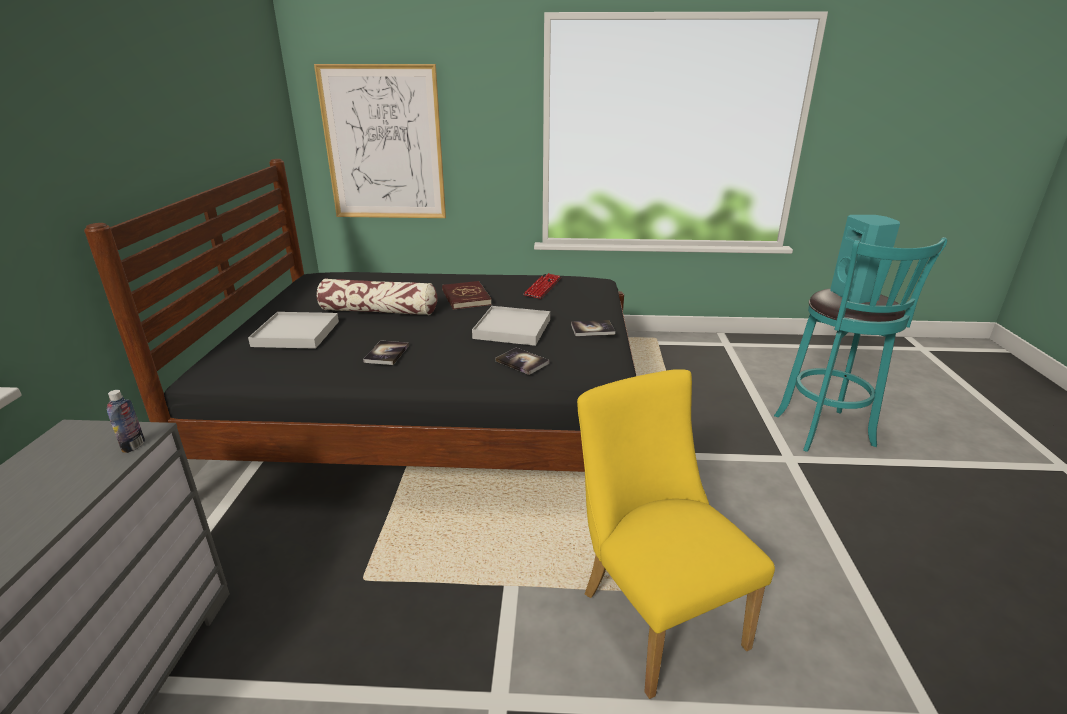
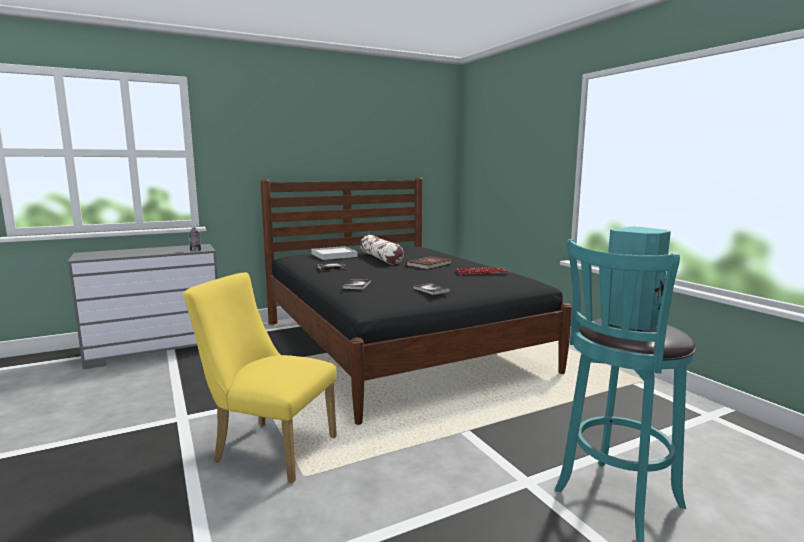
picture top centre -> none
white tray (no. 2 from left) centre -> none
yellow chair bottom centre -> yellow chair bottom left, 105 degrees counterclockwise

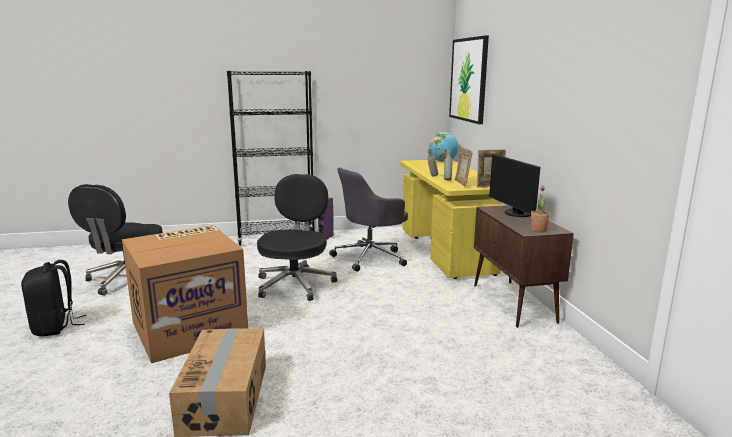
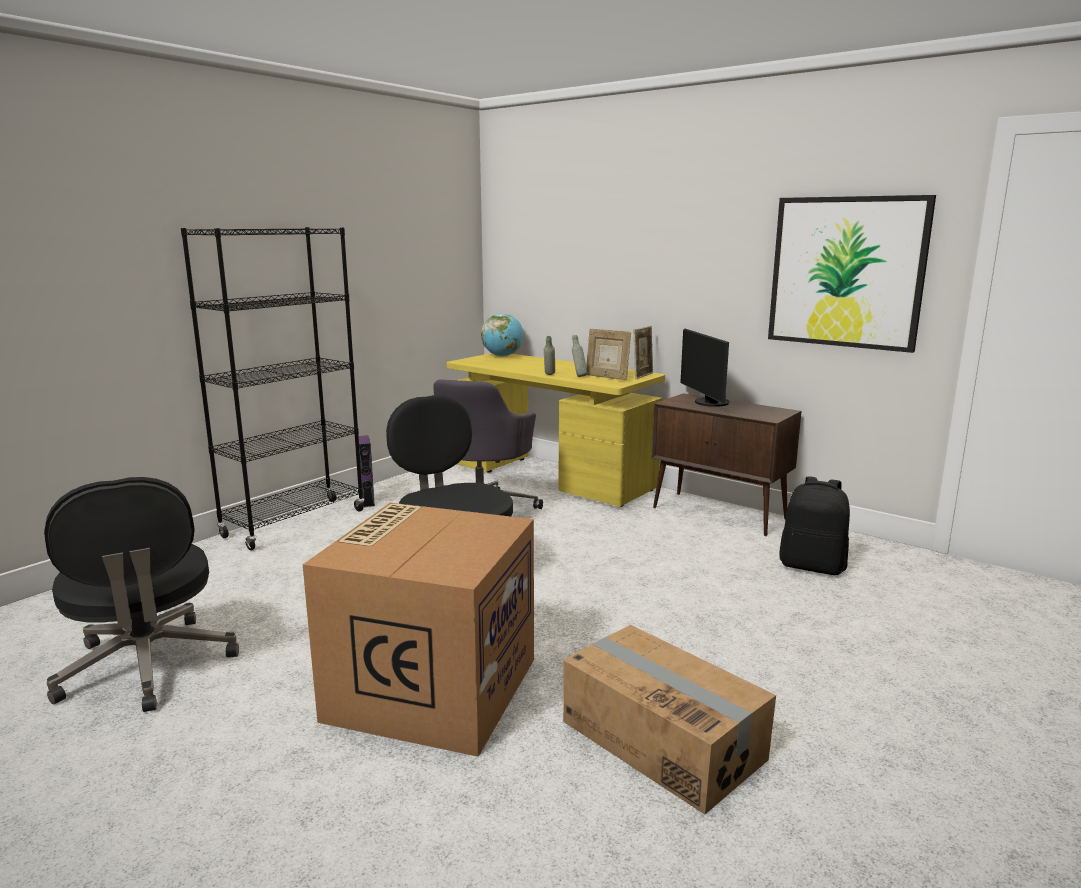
potted plant middle right -> none
black backpack bottom left -> black backpack middle right, relocated
picture top centre -> picture top right, relocated
monitor middle right -> monitor centre, 45 degrees clockwise

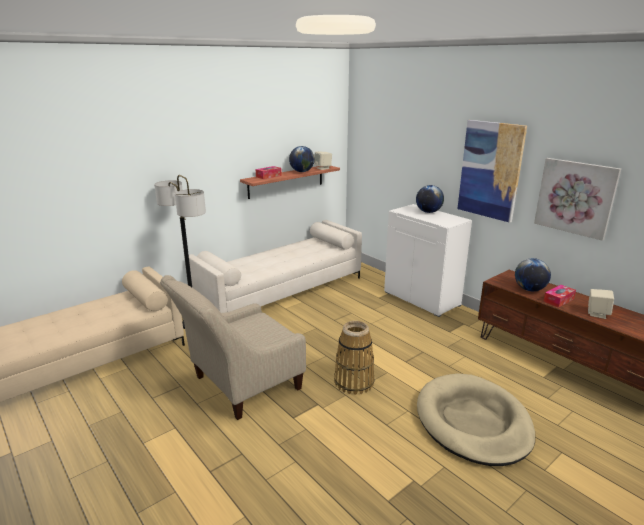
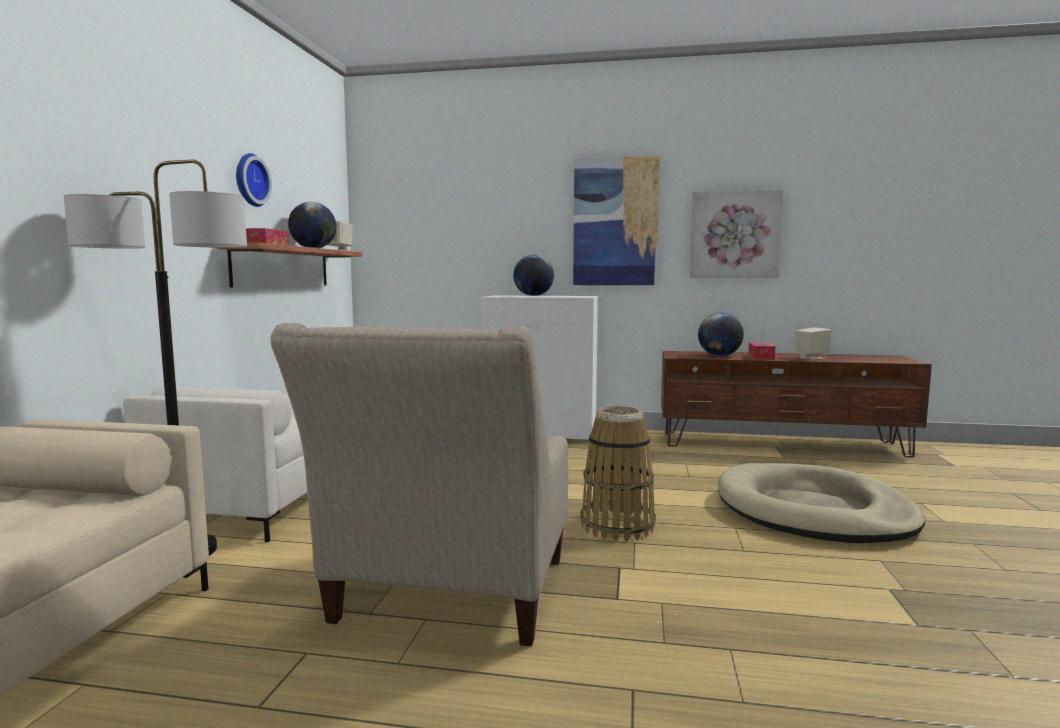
none -> wall clock top left

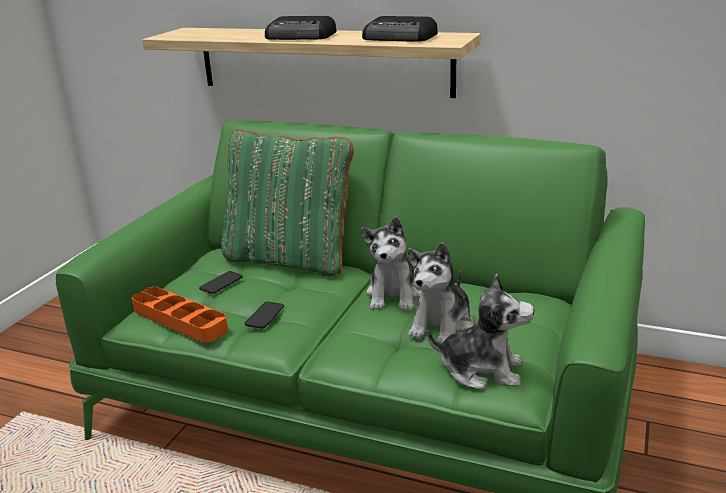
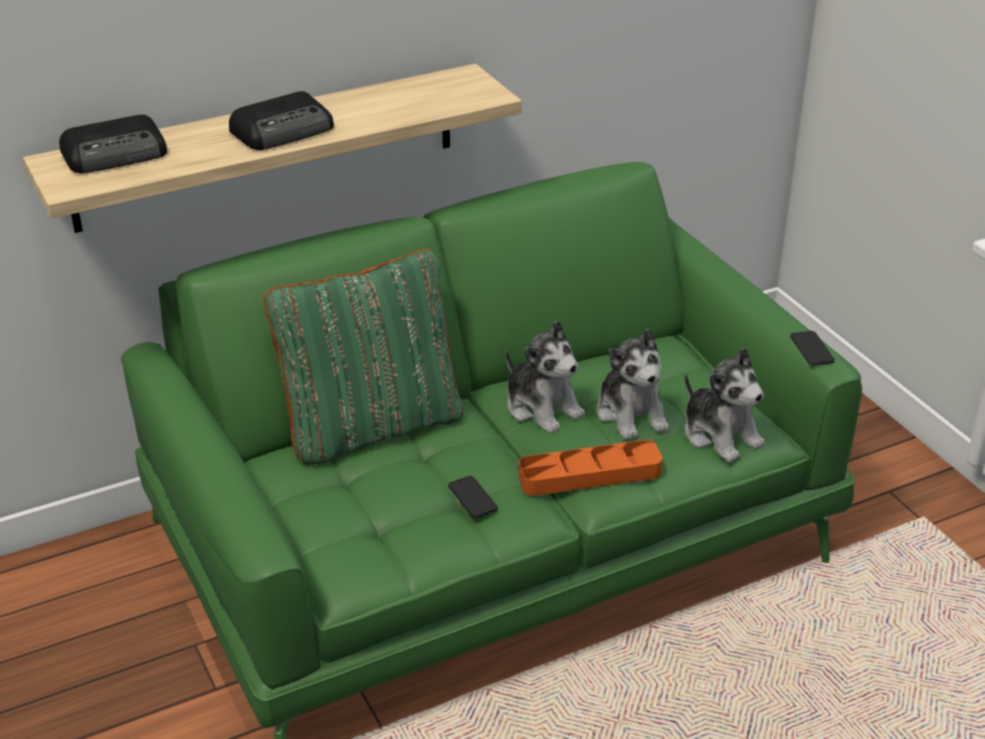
orange tray middle left -> orange tray centre, relocated
phone (no. 1 from left in the first image) middle left -> phone (no. 2 from left) middle right, relocated
radio (no. 2 from left in the first image) top centre -> radio (no. 1 from left) top left, relocated
plush toy (no. 3 from left) bottom centre -> plush toy (no. 3 from left) middle right, 90 degrees clockwise

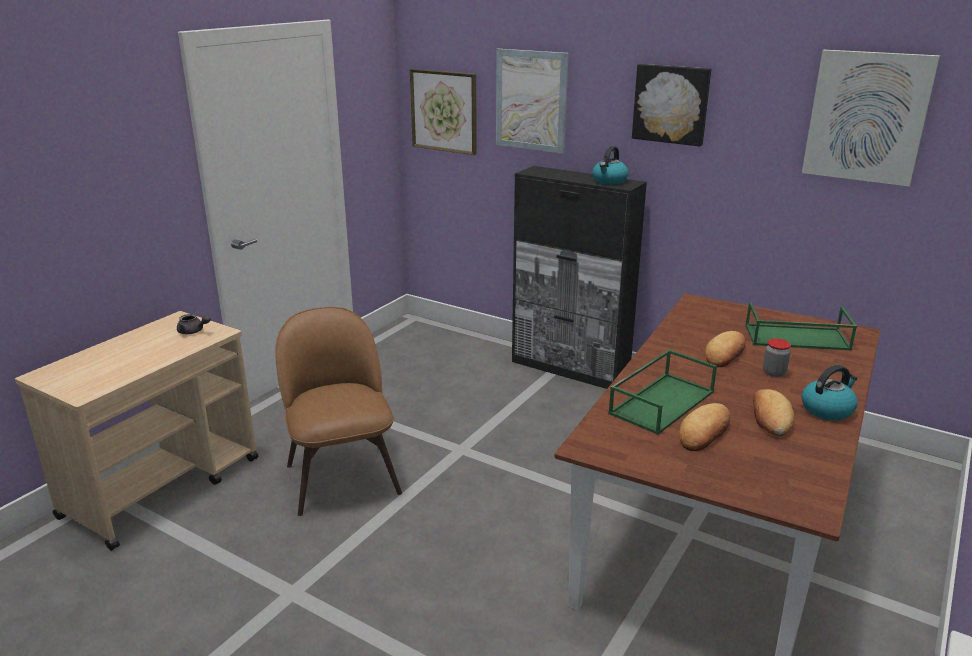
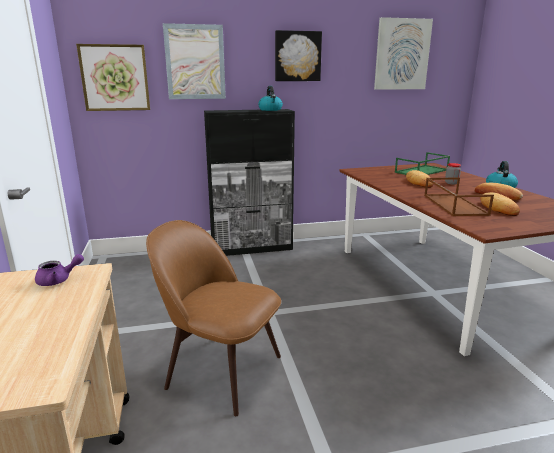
grey teapot middle left -> purple teapot middle left
green tray (no. 1 from left) middle right -> brown tray middle right

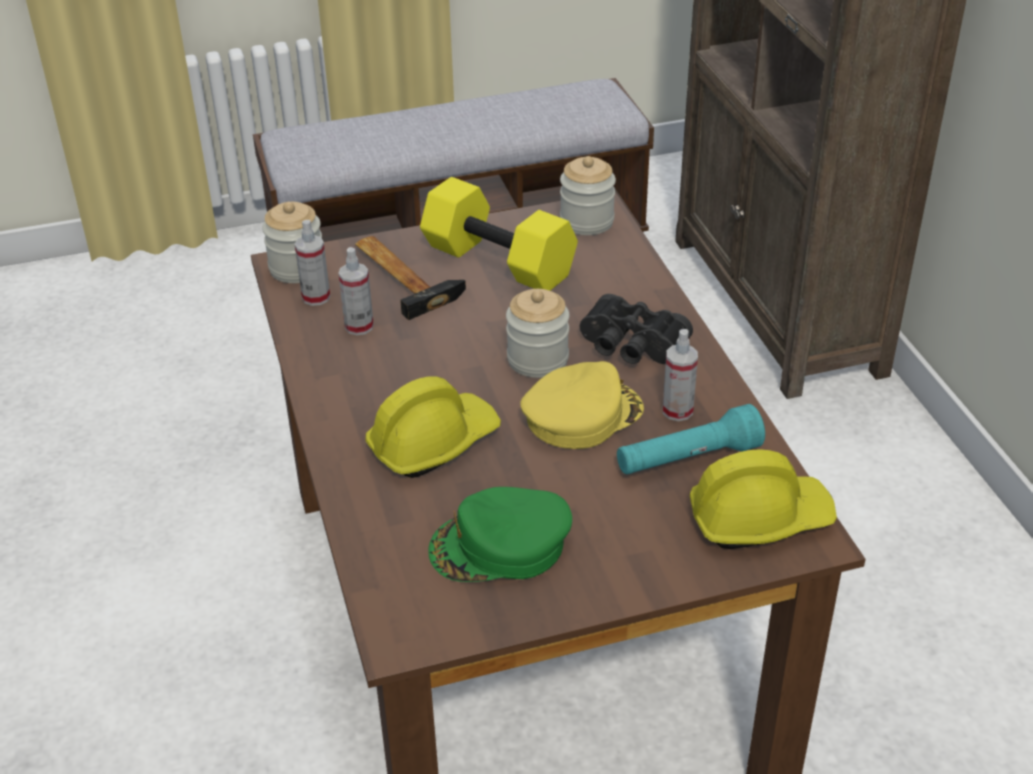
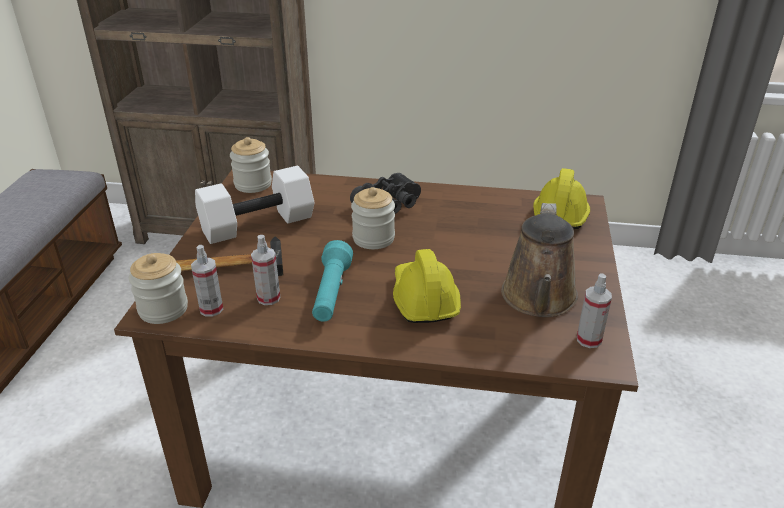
yellow cap centre -> none
turquoise flashlight middle right -> turquoise flashlight centre, relocated
spray bottle (no. 3 from left) centre -> spray bottle (no. 3 from left) middle right, relocated
green cap bottom centre -> brown watering can middle right
yellow dumbbell top centre -> white dumbbell middle left

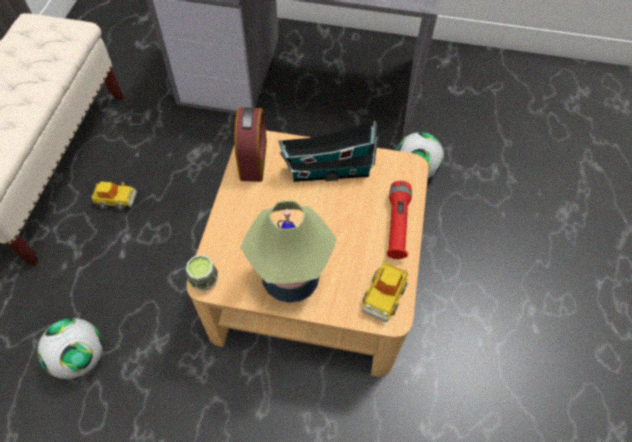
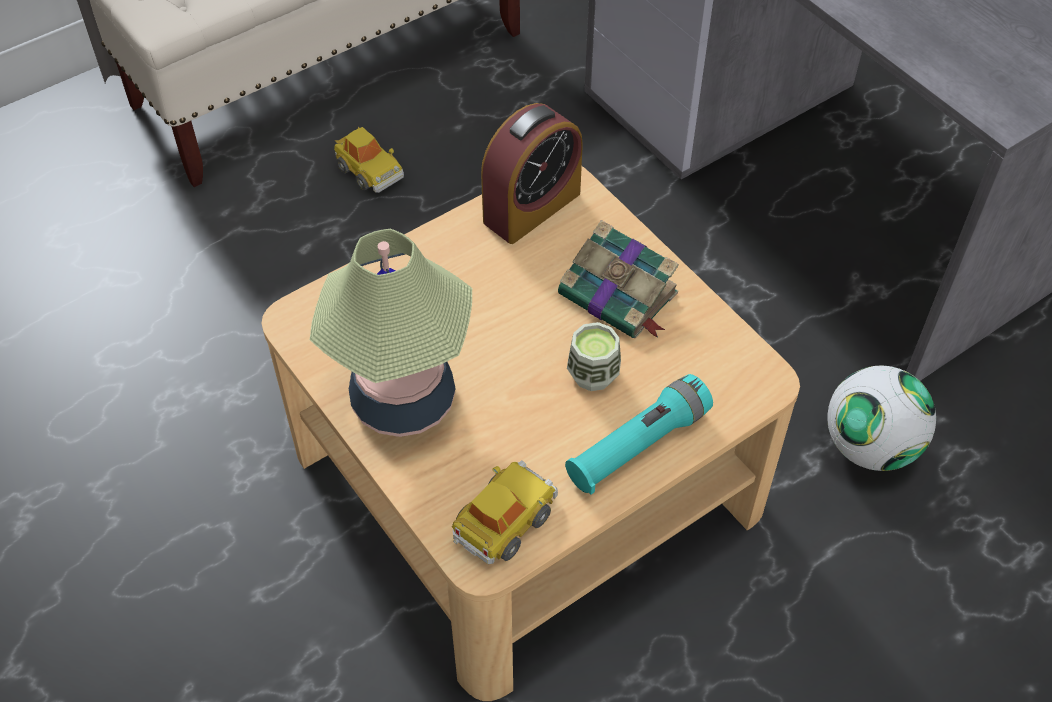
football (no. 1 from left) bottom left -> none
cup middle left -> cup centre, relocated
toy house centre -> book centre
red flashlight centre -> turquoise flashlight centre
toy car (no. 2 from left) centre -> toy car (no. 2 from left) bottom centre, 150 degrees clockwise

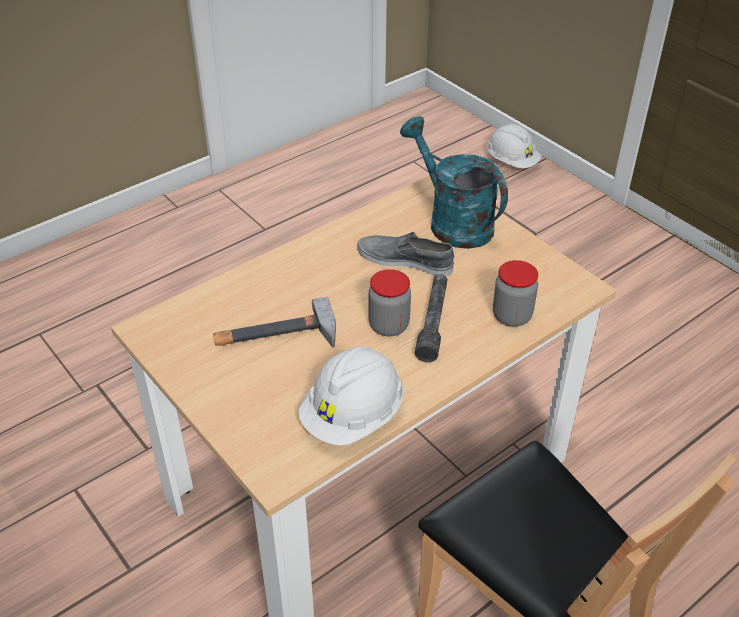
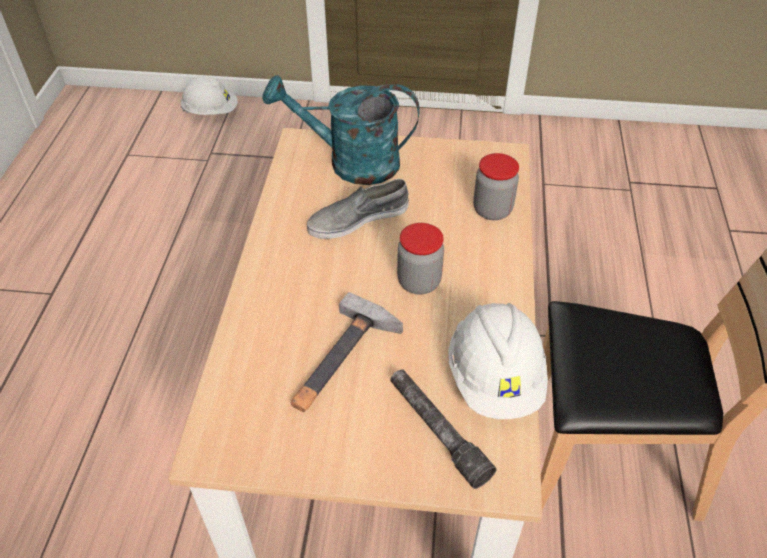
grey flashlight centre -> grey flashlight bottom centre, relocated

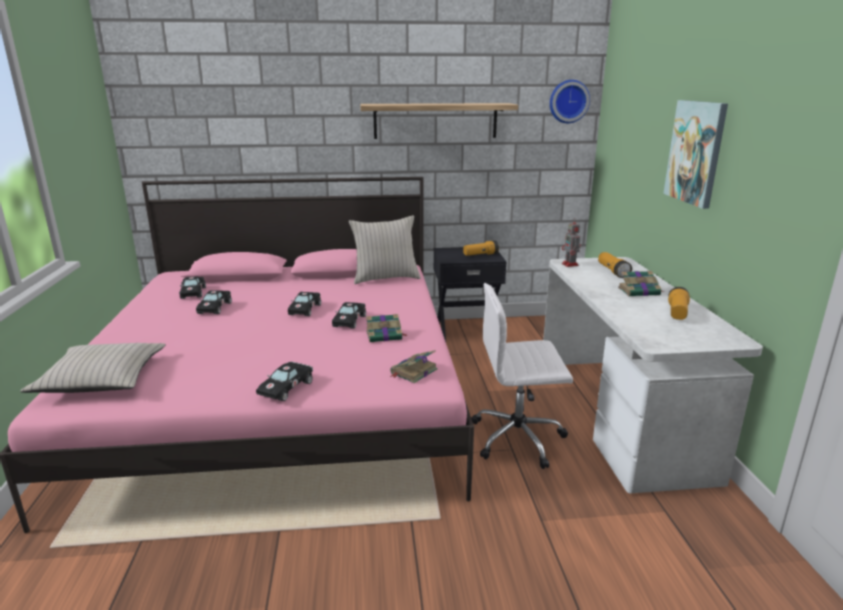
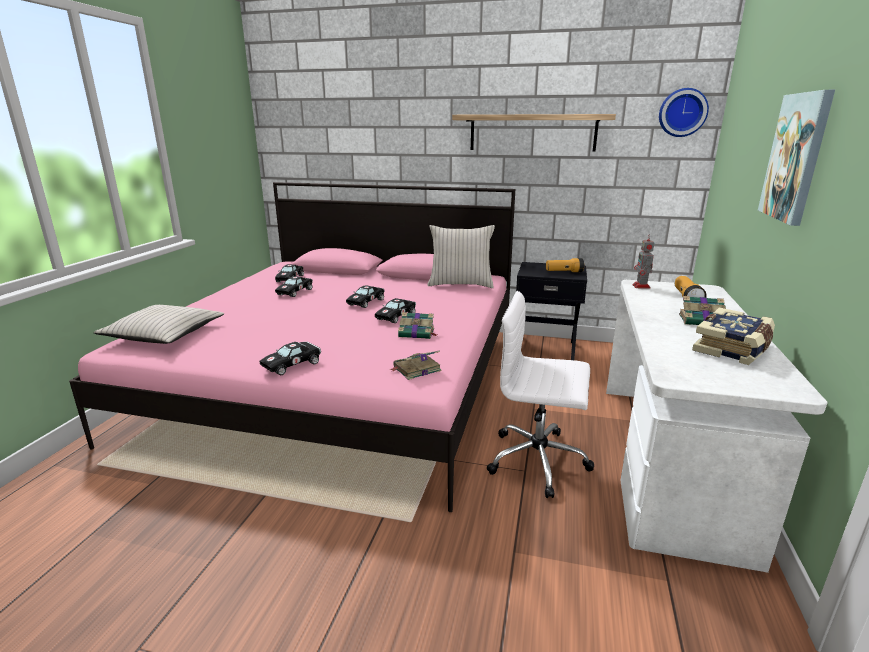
flashlight (no. 3 from left) middle right -> book (no. 4 from left) middle right

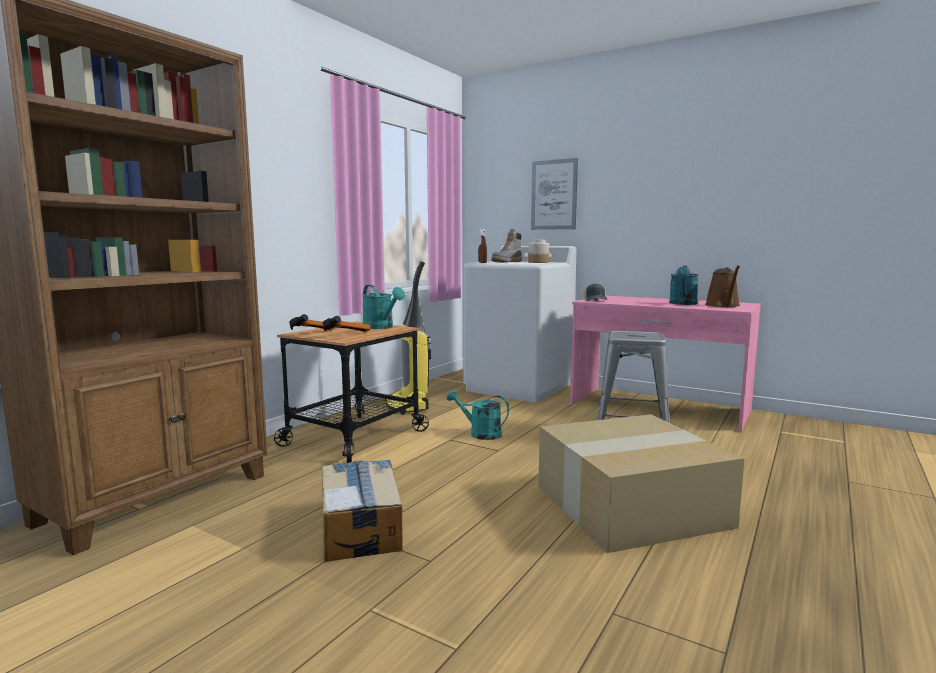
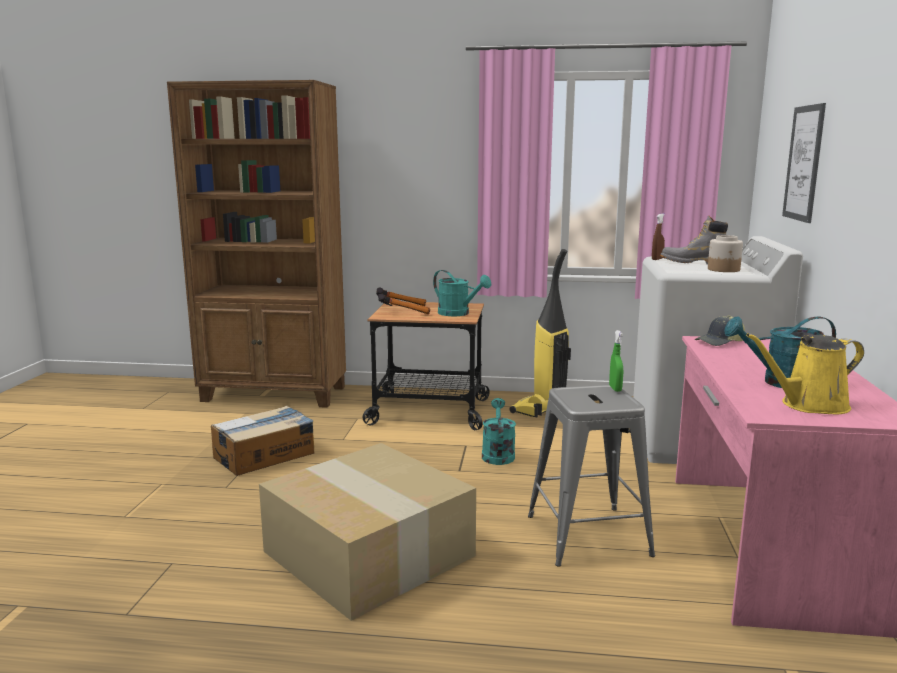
none -> green spray bottle middle right
brown watering can middle right -> yellow watering can middle right
turquoise watering can (no. 1 from left) centre, 75 degrees counterclockwise

